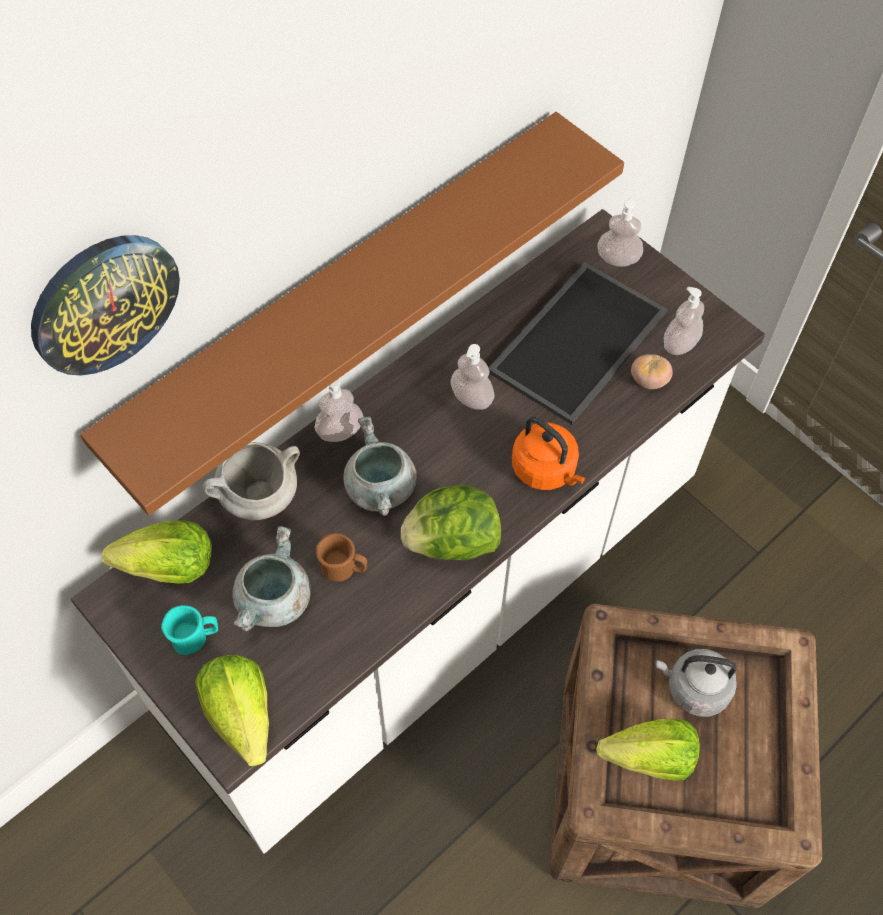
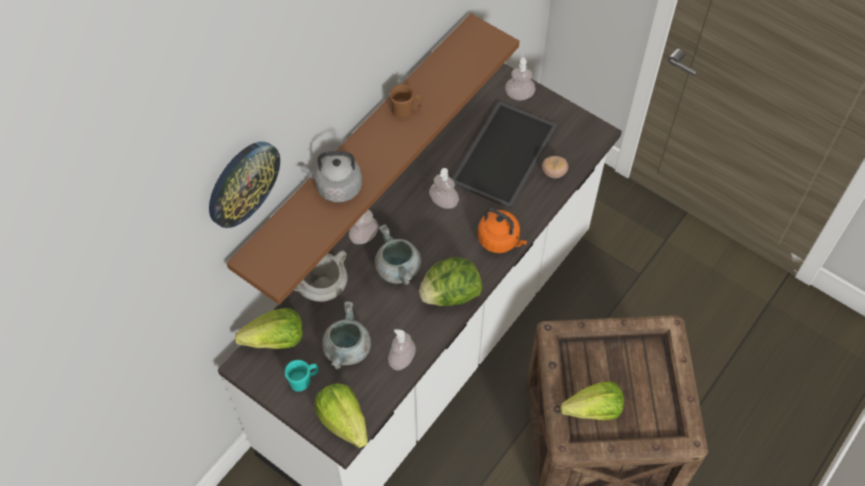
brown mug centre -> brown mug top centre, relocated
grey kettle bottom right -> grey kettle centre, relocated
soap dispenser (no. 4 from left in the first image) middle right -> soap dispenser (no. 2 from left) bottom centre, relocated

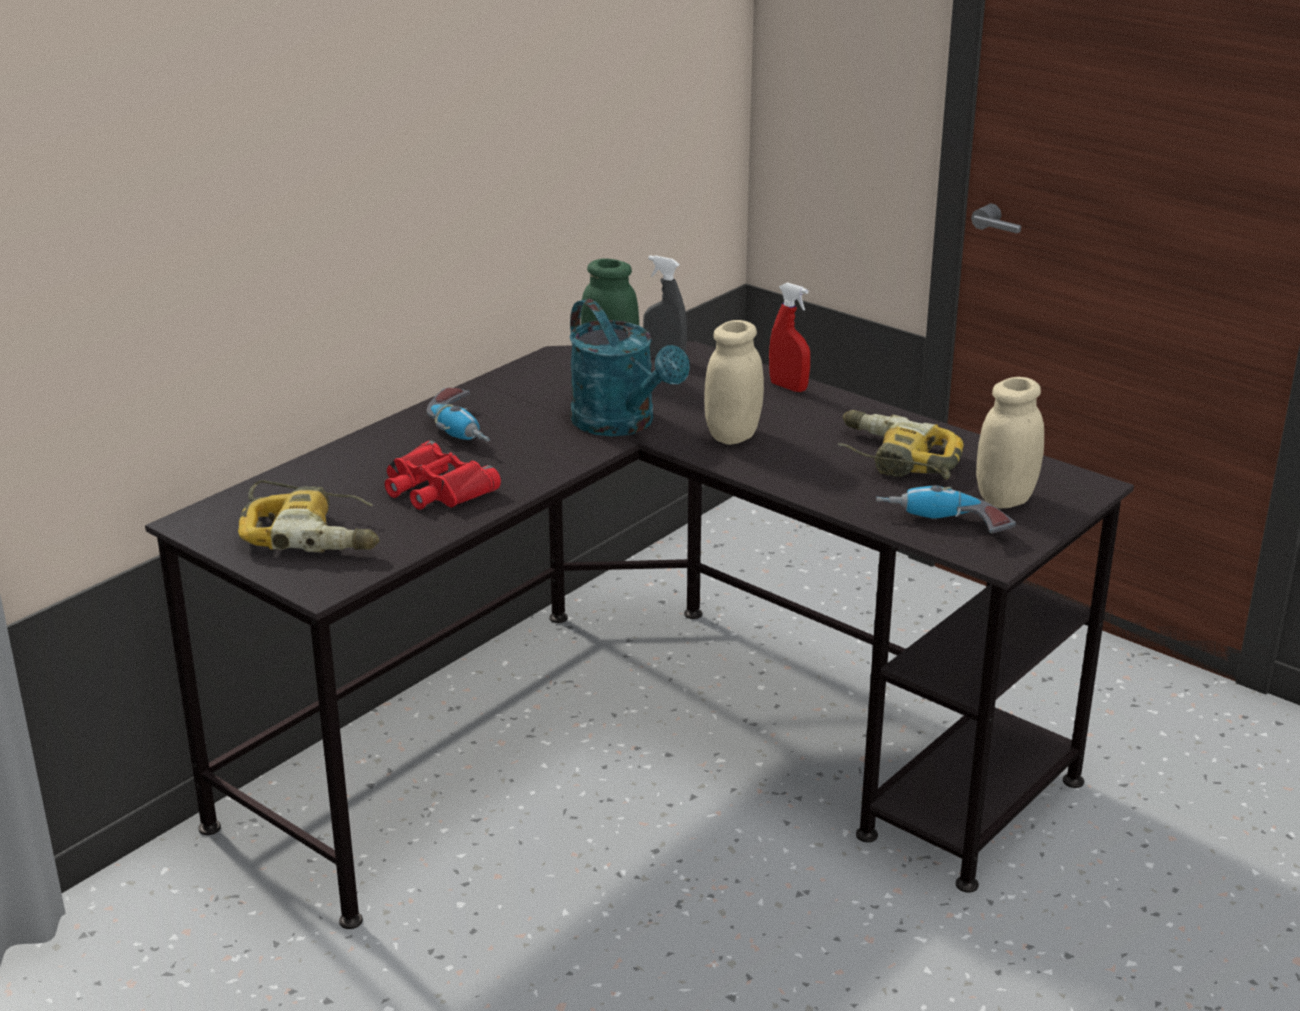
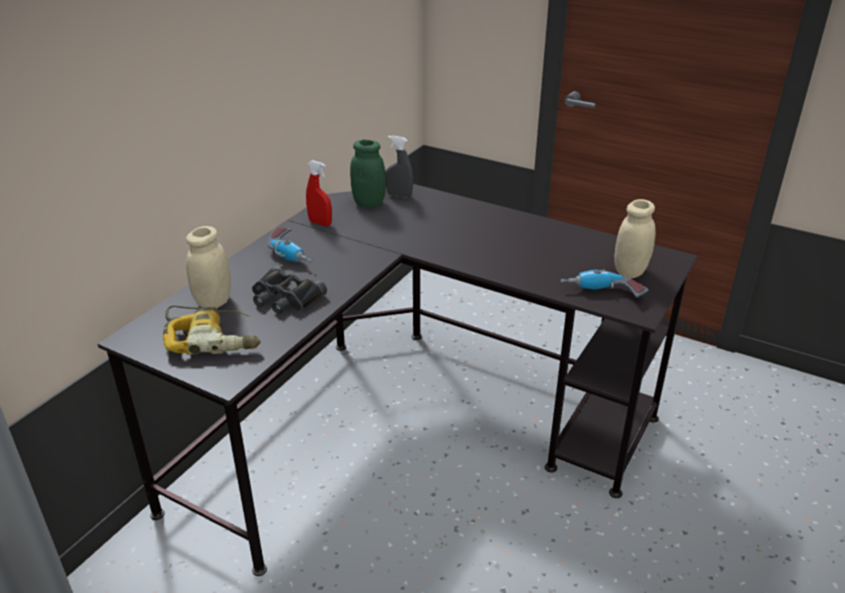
turquoise watering can centre -> none
power drill (no. 3 from left) middle right -> none
beige jar (no. 1 from left) centre -> beige jar (no. 1 from left) middle left, relocated
red spray bottle centre -> red spray bottle top centre, relocated
red binoculars centre -> black binoculars centre

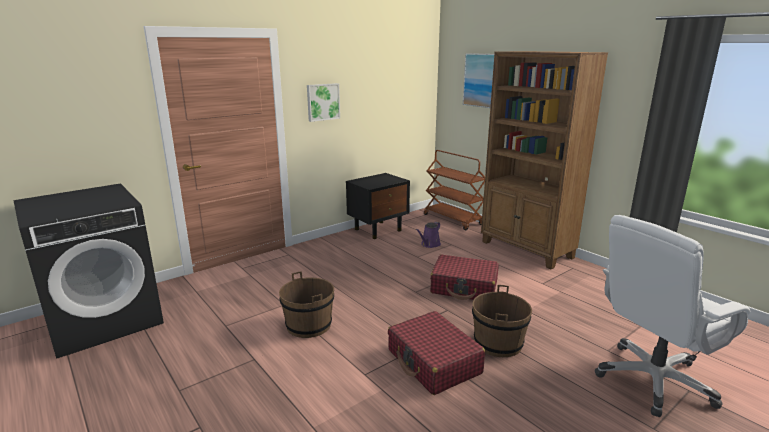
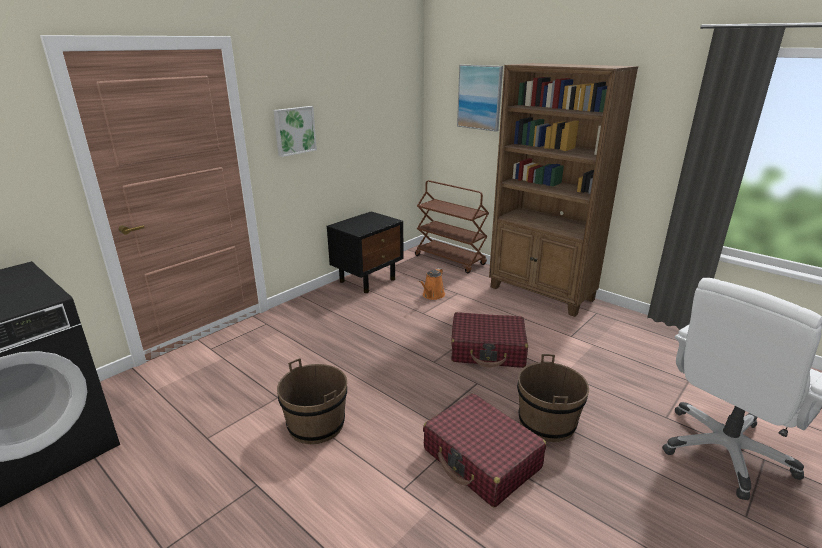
purple watering can centre -> orange watering can centre

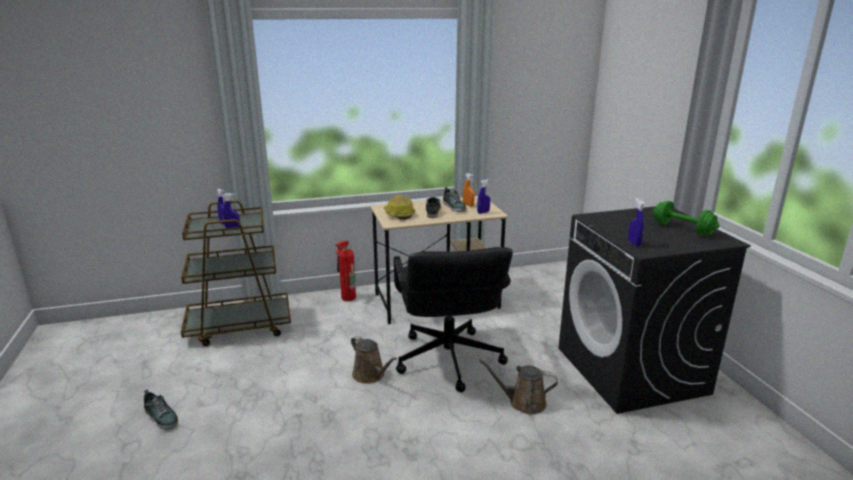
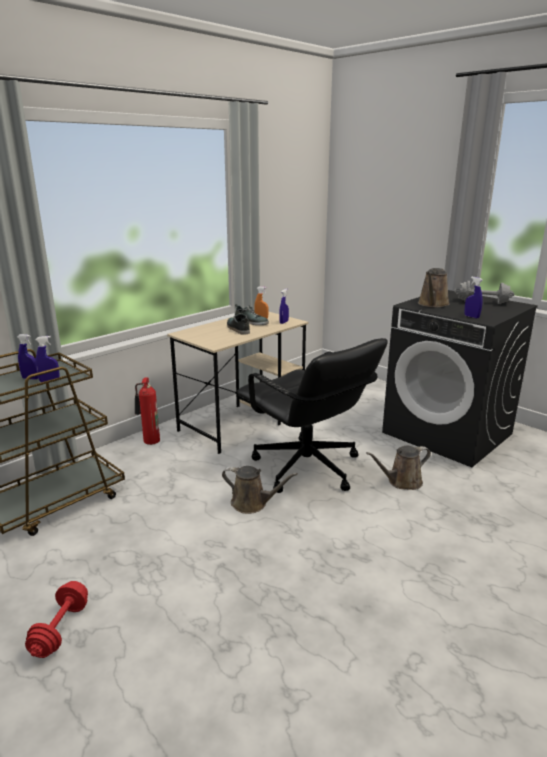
hard hat centre -> none
none -> brown watering can (no. 3 from left) middle right
shoe (no. 1 from left) bottom left -> red dumbbell bottom left
green dumbbell middle right -> grey dumbbell middle right

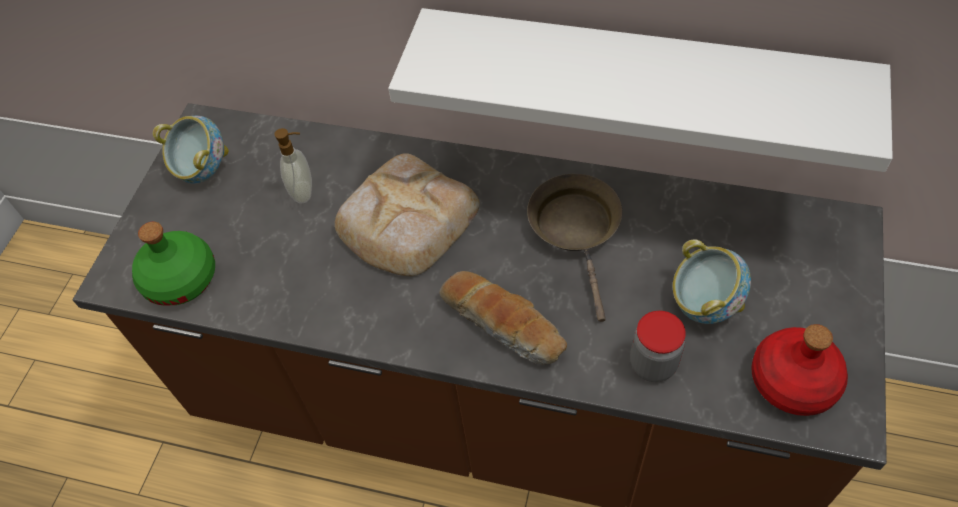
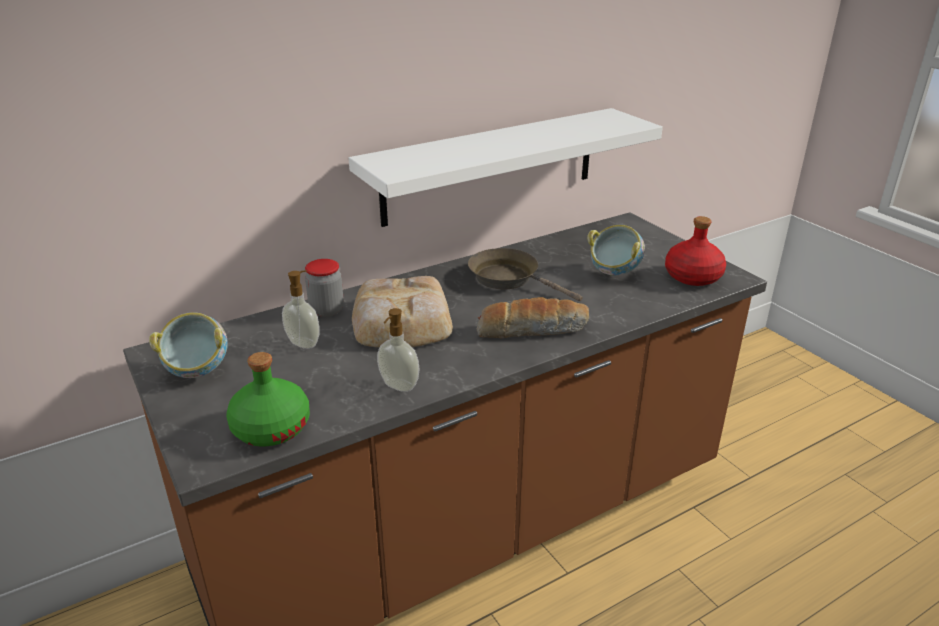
none -> soap dispenser (no. 2 from left) centre
jar bottom right -> jar centre, relocated

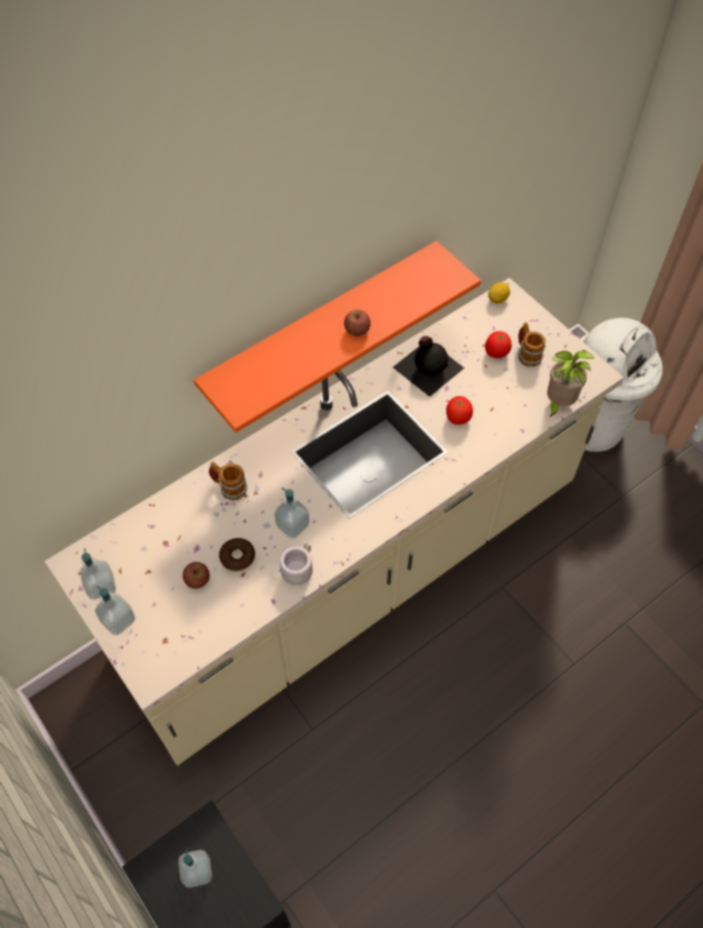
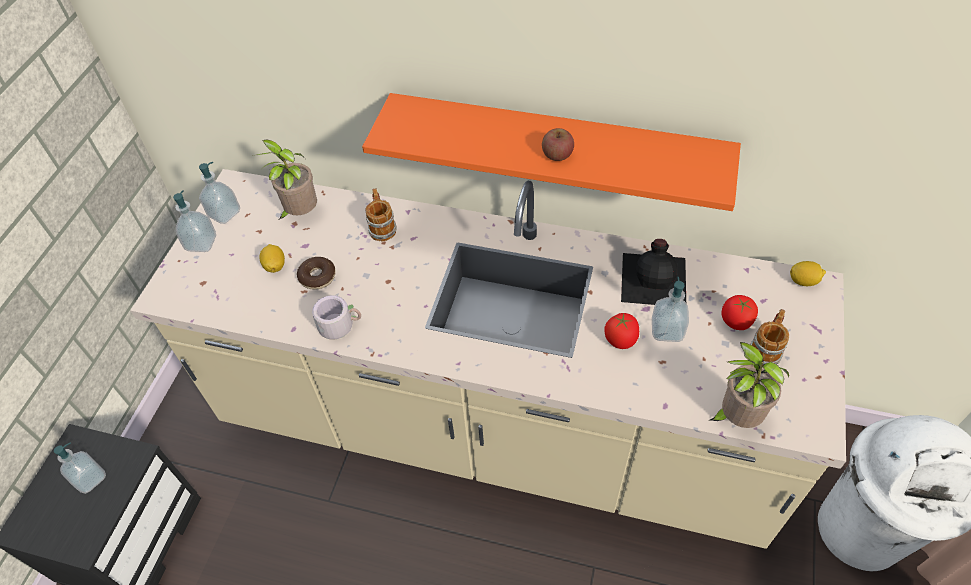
none -> potted plant (no. 1 from left) top left
soap dispenser (no. 4 from left) centre -> soap dispenser (no. 4 from left) middle right, relocated
apple (no. 1 from left) middle left -> lemon (no. 1 from left) middle left

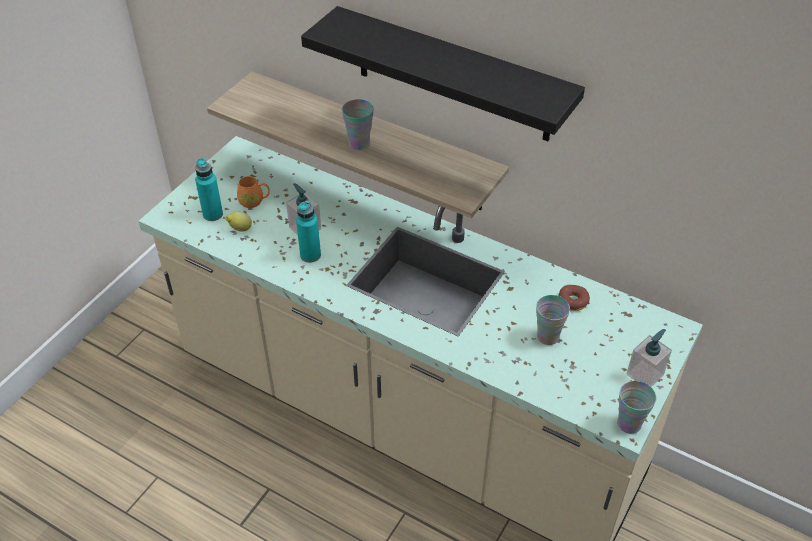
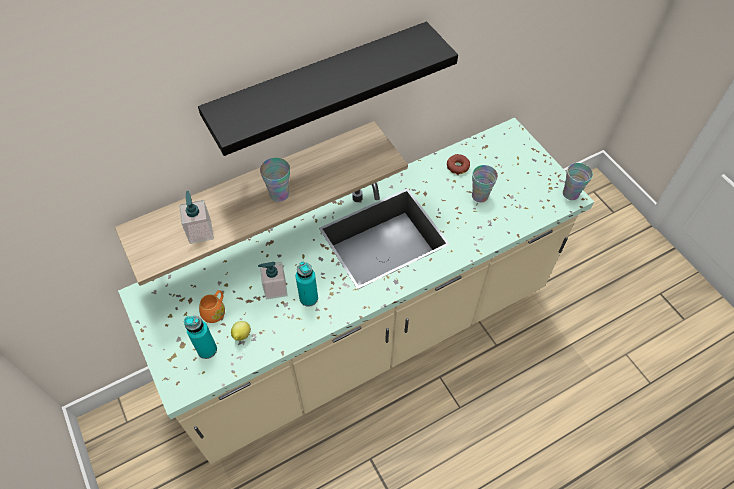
soap dispenser (no. 2 from left in the first image) middle right -> soap dispenser (no. 1 from left) middle left, relocated

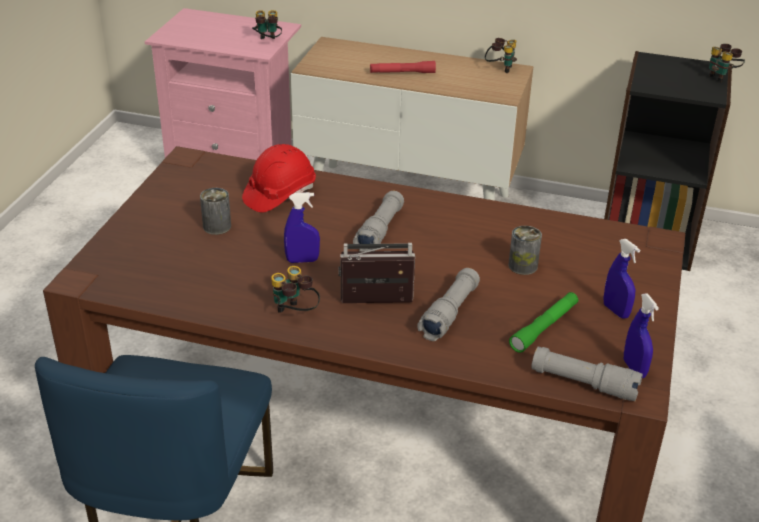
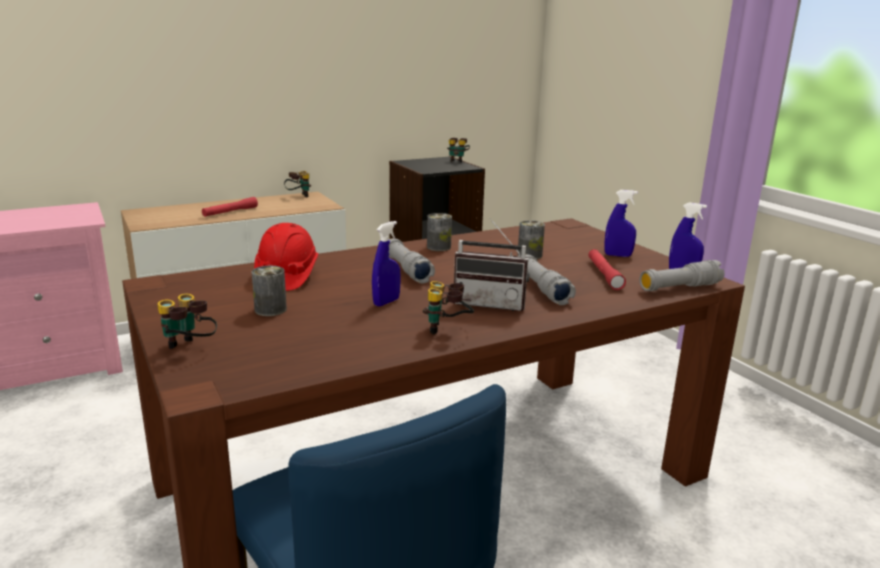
none -> can (no. 2 from left) centre
binoculars (no. 1 from left) top centre -> binoculars (no. 1 from left) middle left, relocated
green flashlight middle right -> red flashlight (no. 2 from left) middle right
radio centre, 120 degrees counterclockwise

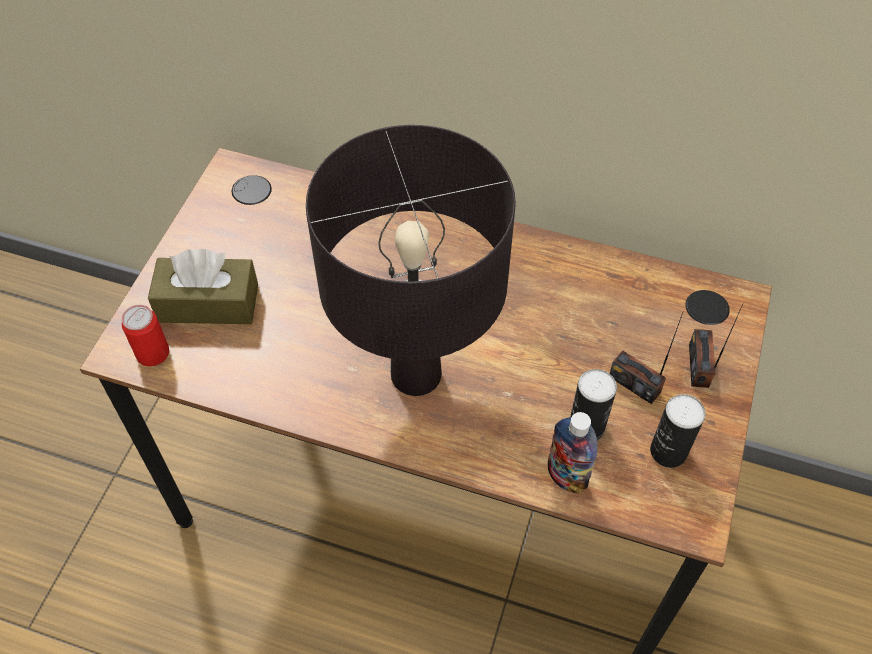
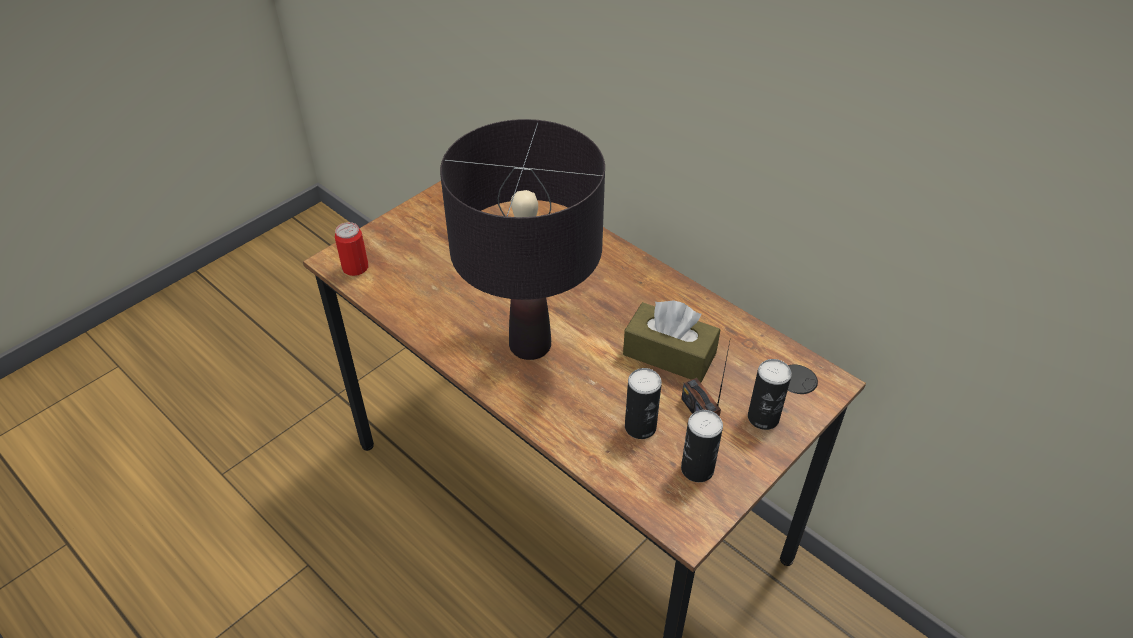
bottle bottom centre -> none
brown tissue box middle left -> brown tissue box centre, relocated
radio (no. 2 from left) middle right -> can (no. 4 from left) middle right

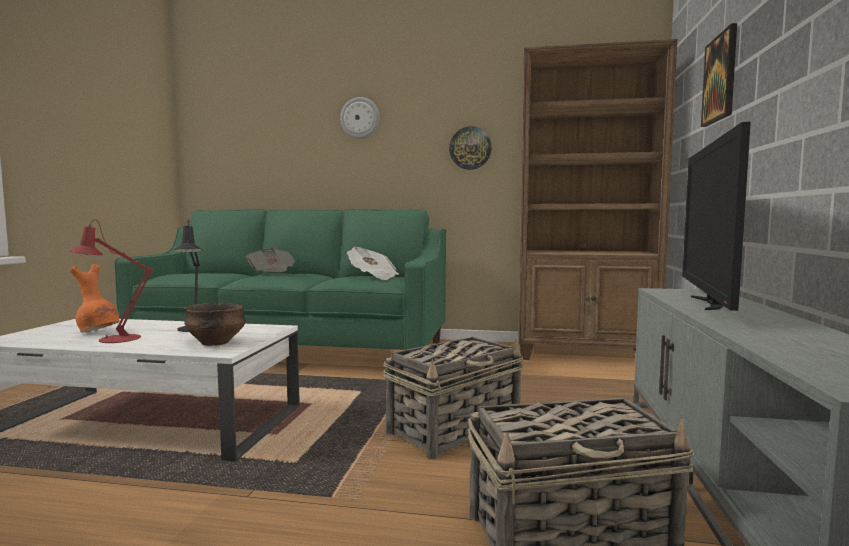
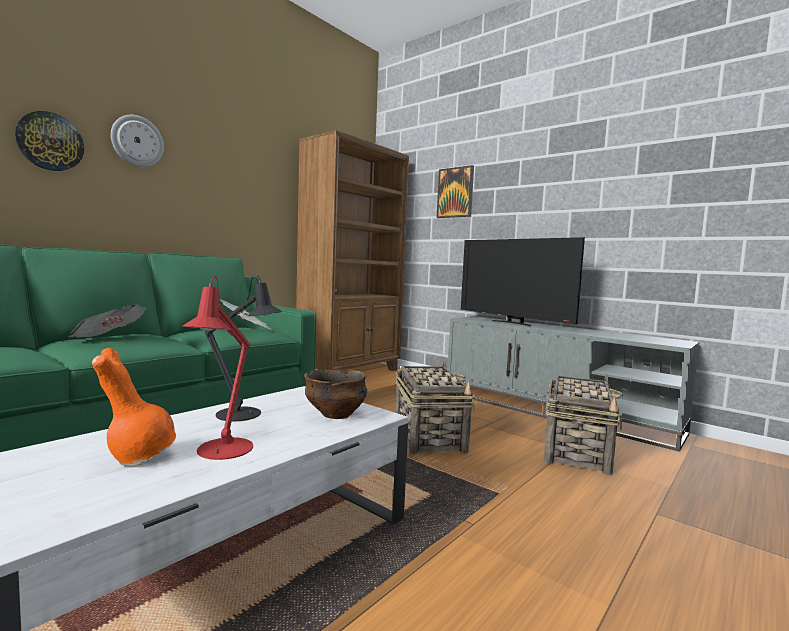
wall clock (no. 2 from left in the first image) top centre -> wall clock (no. 1 from left) top left, relocated

